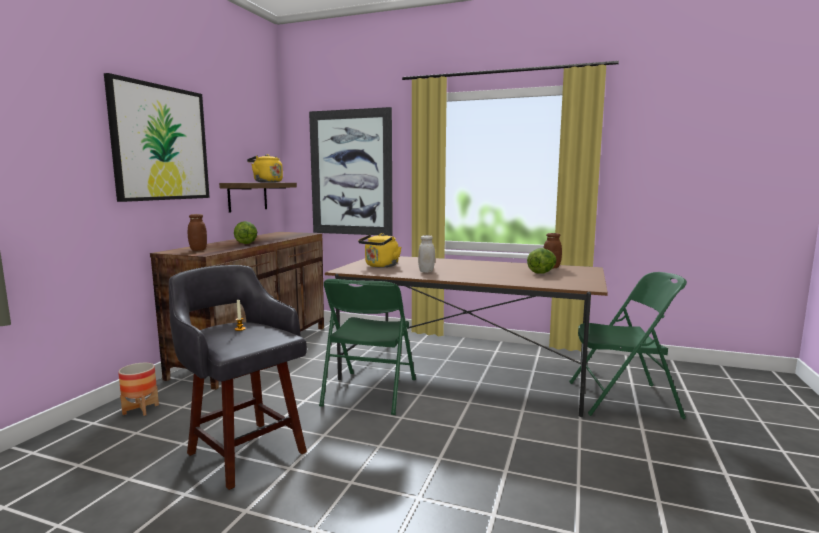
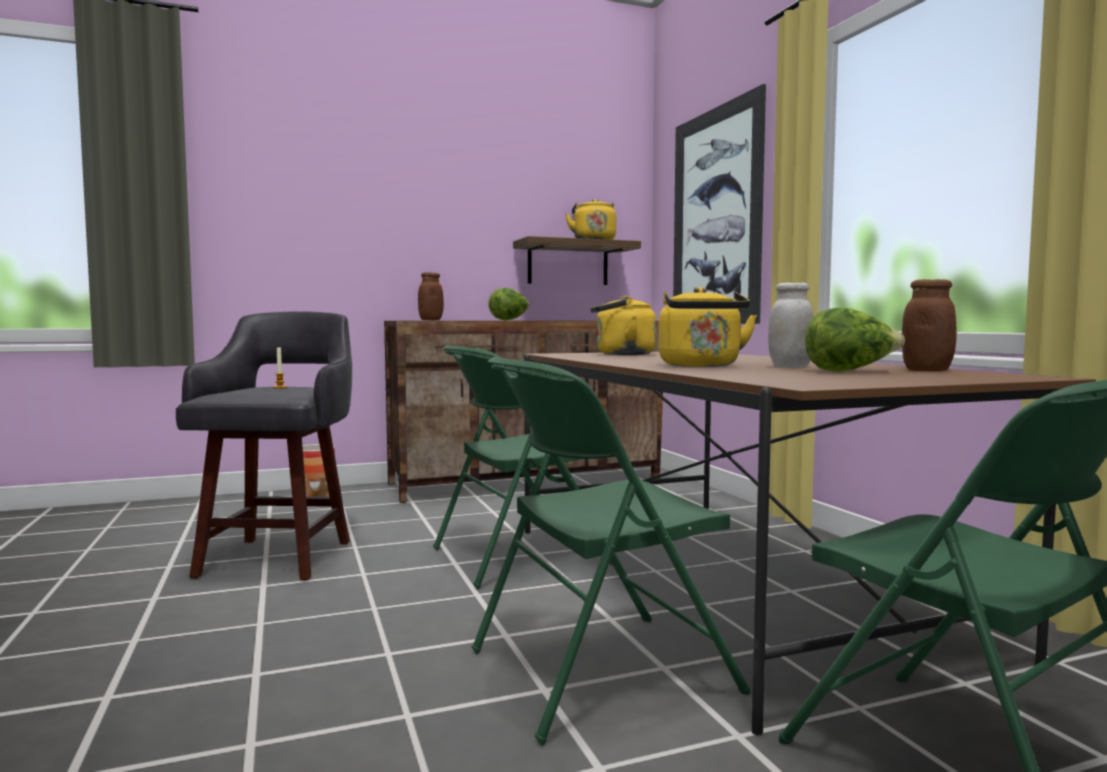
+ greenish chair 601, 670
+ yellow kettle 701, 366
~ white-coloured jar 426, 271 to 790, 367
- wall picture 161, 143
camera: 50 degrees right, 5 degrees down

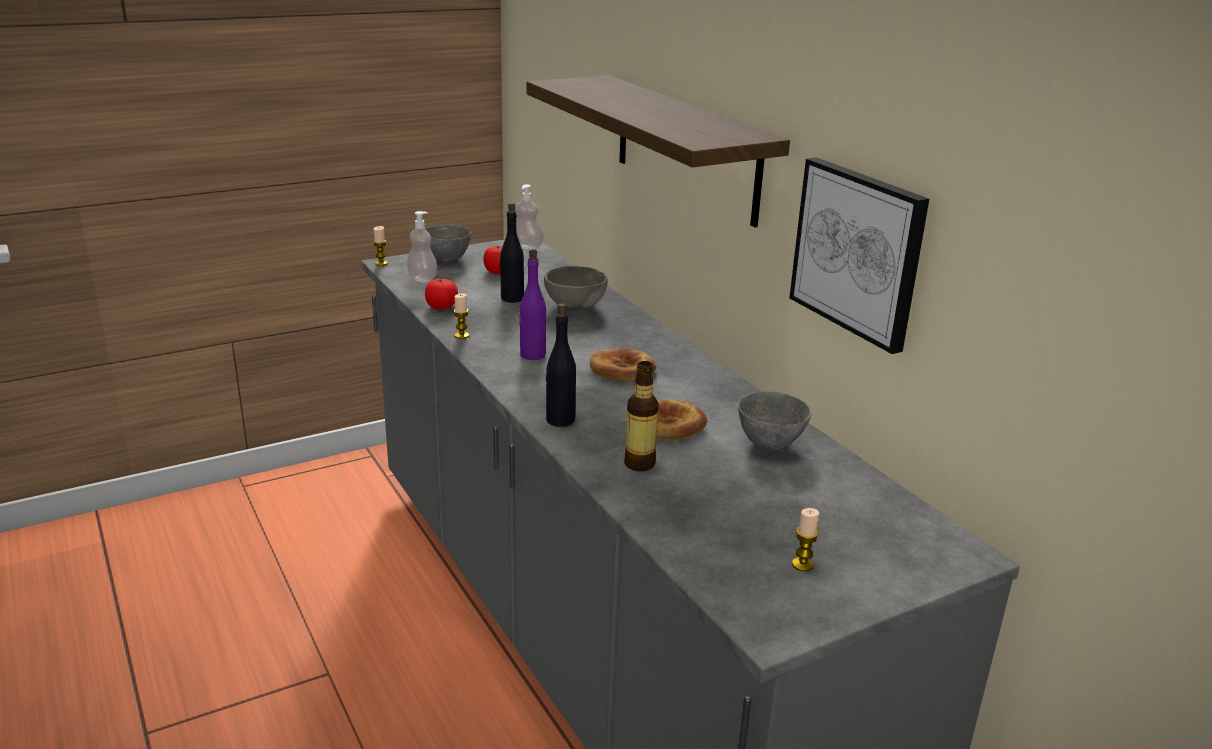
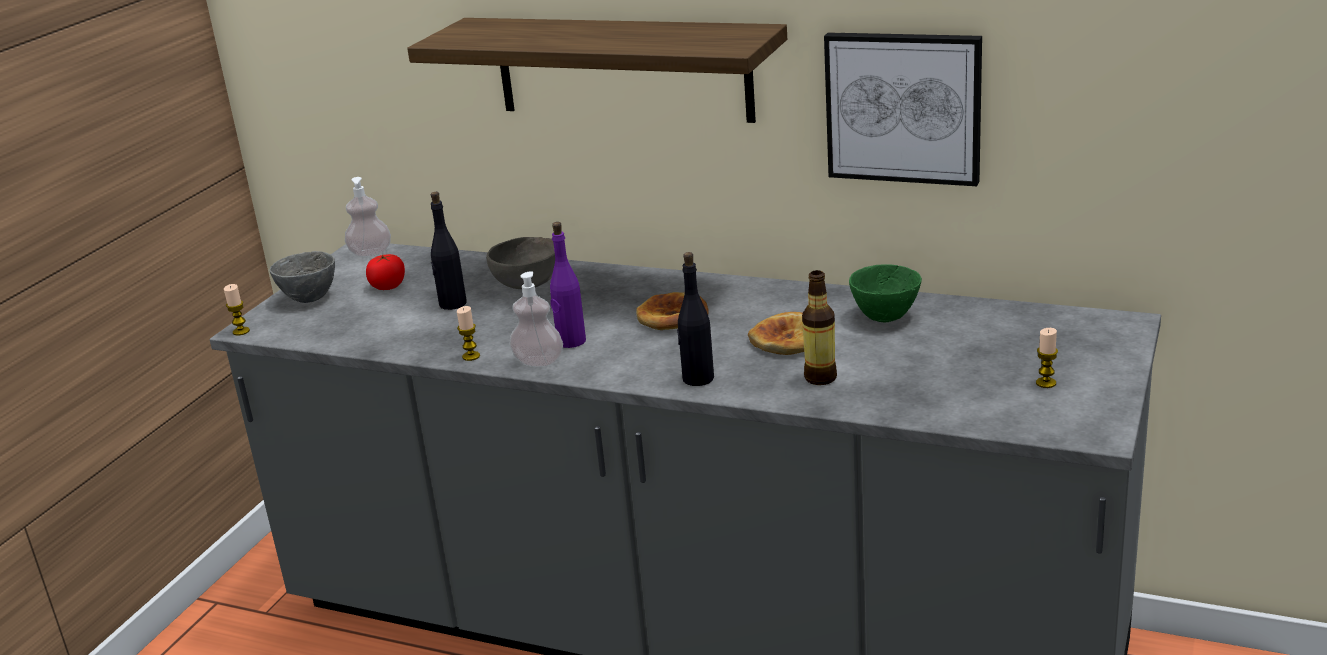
~ soap dispenser 422, 279 to 538, 362
~ gray deep dish 769, 444 to greenish deep dish 884, 316
- whole tomato 442, 307
camera: 35 degrees left, 0 degrees up

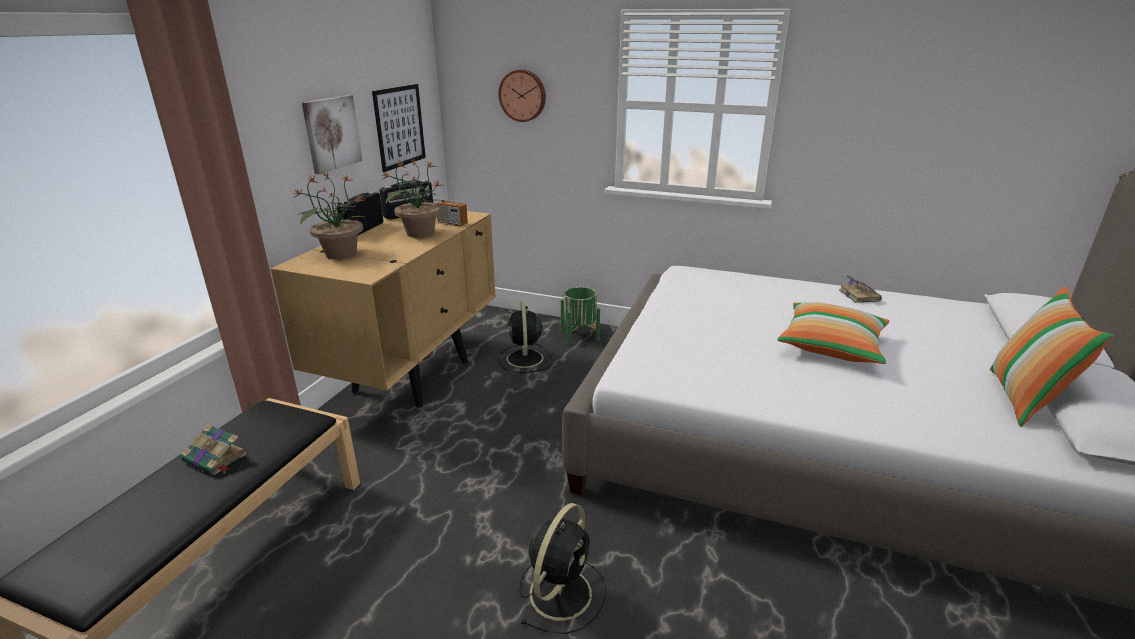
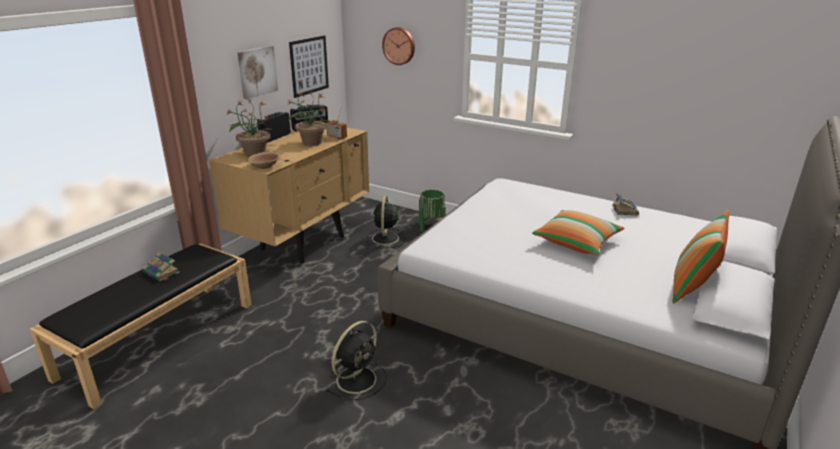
+ brownish deep dish 264, 166
camera: 10 degrees right, 0 degrees up

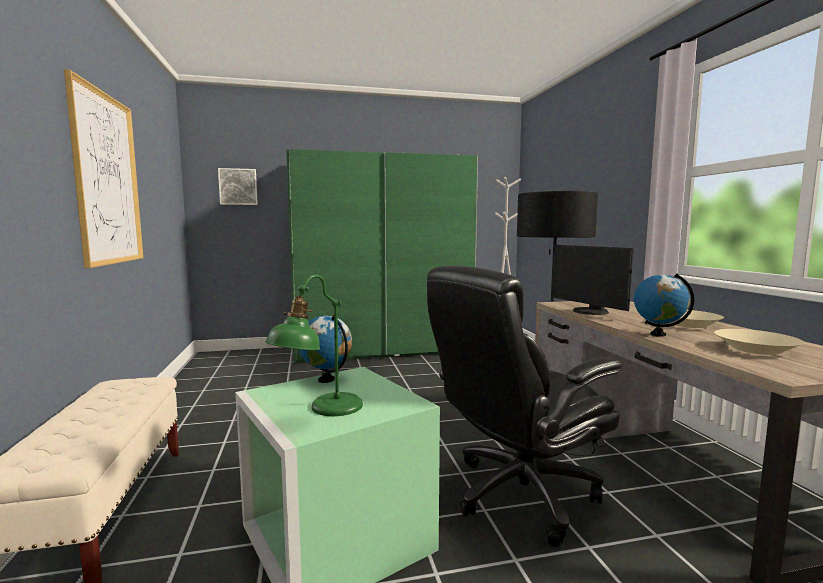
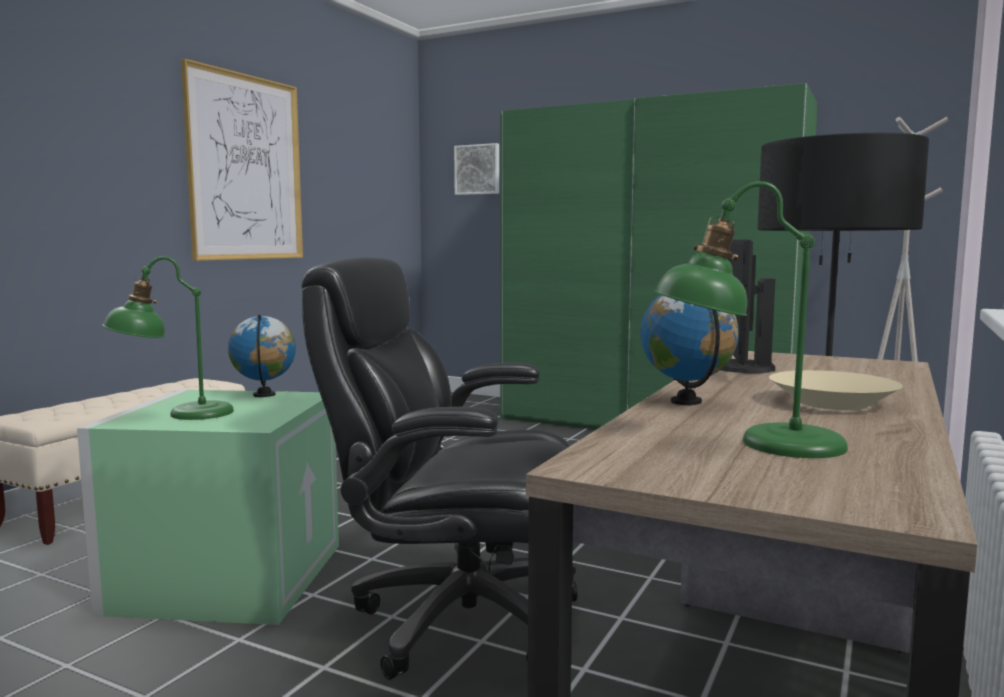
~ beige deep dish 756, 349 to greenish tabletop lamp 748, 442
camera: 40 degrees right, 0 degrees up

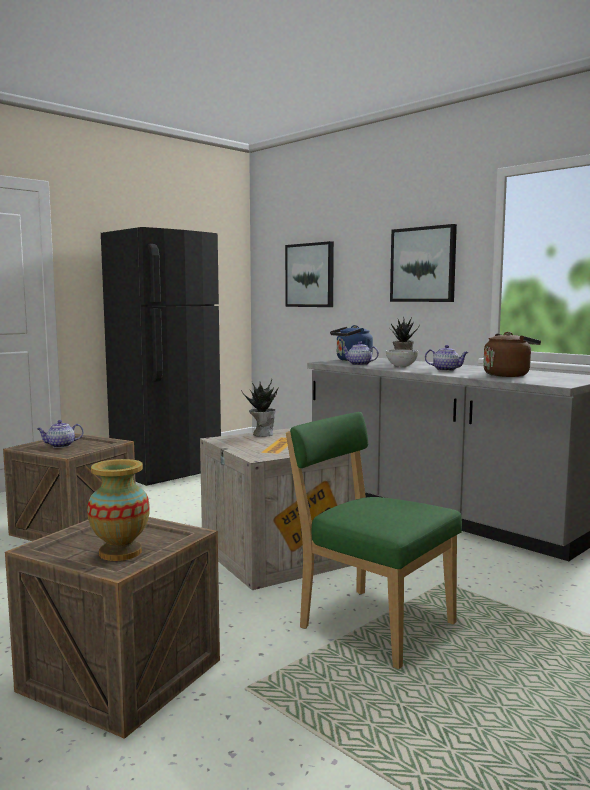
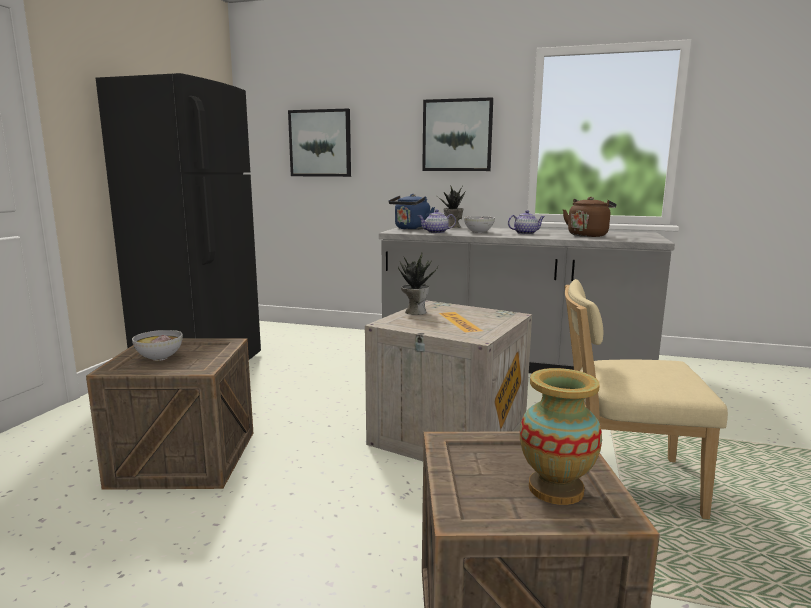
~ teapot 60, 446 to deep dish 159, 358
~ greenish chair 371, 623 to beige chair 622, 481
camera: 30 degrees left, 5 degrees up

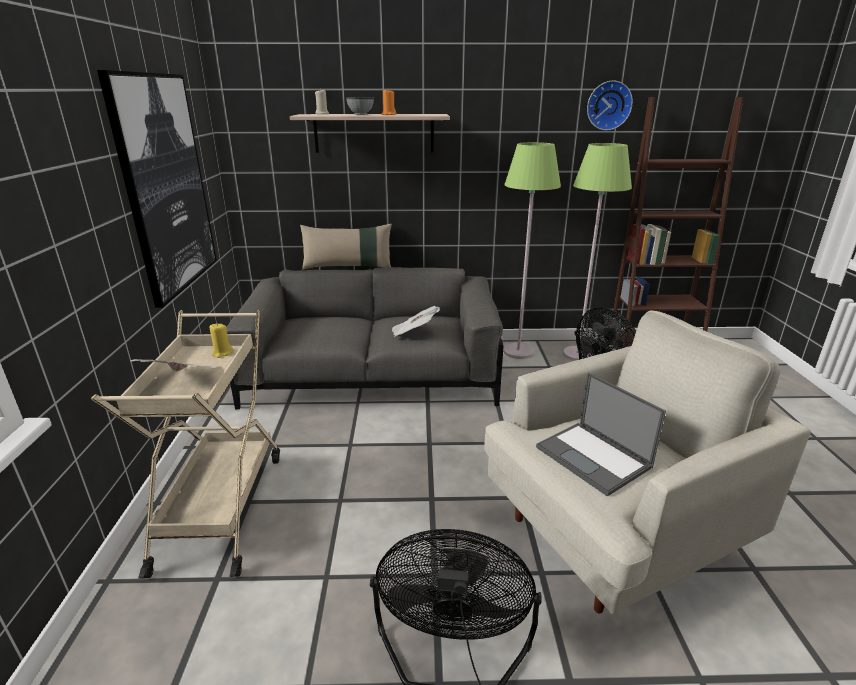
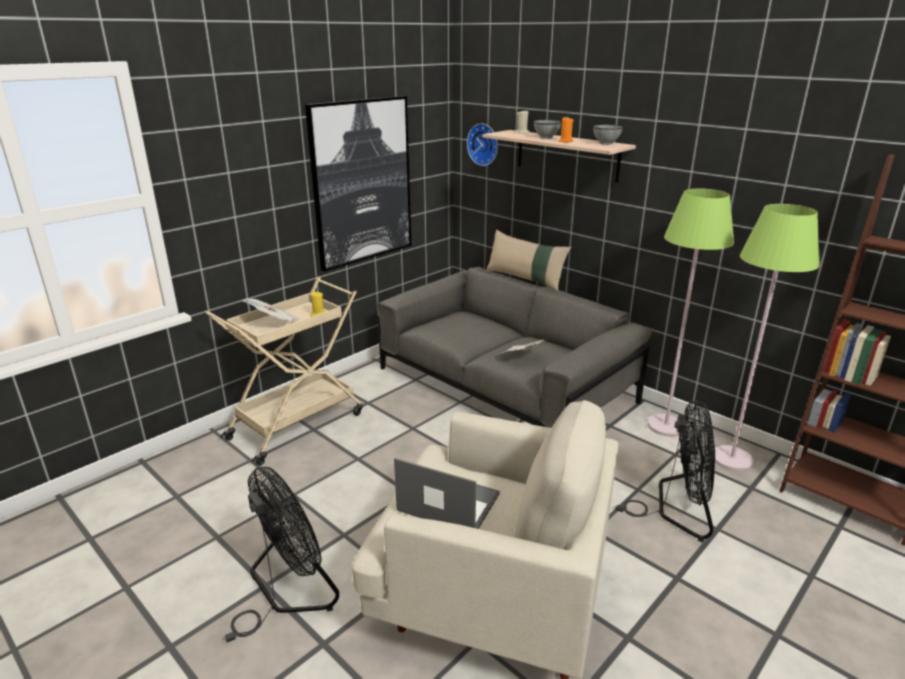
~ portable computer 594, 457 = 447, 502 105 degrees clockwise
~ hanging clock 608, 105 to 484, 144
+ gray deep dish 606, 143
camera: 45 degrees right, 0 degrees up

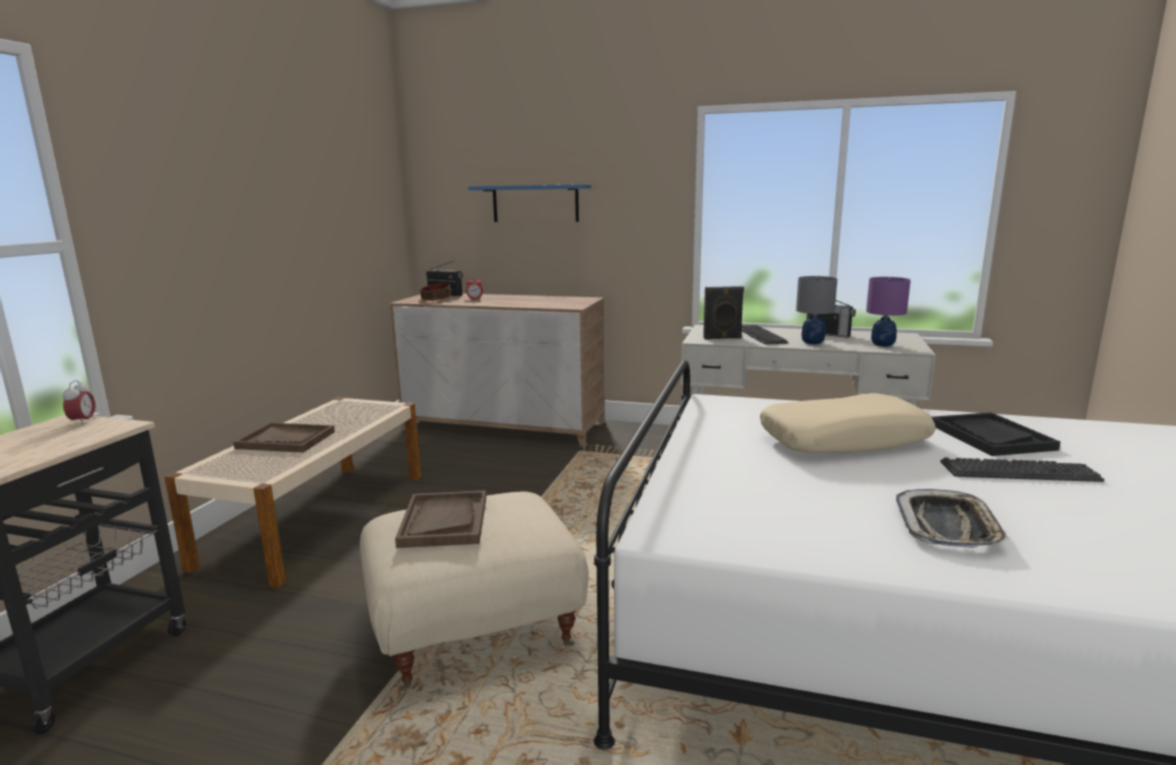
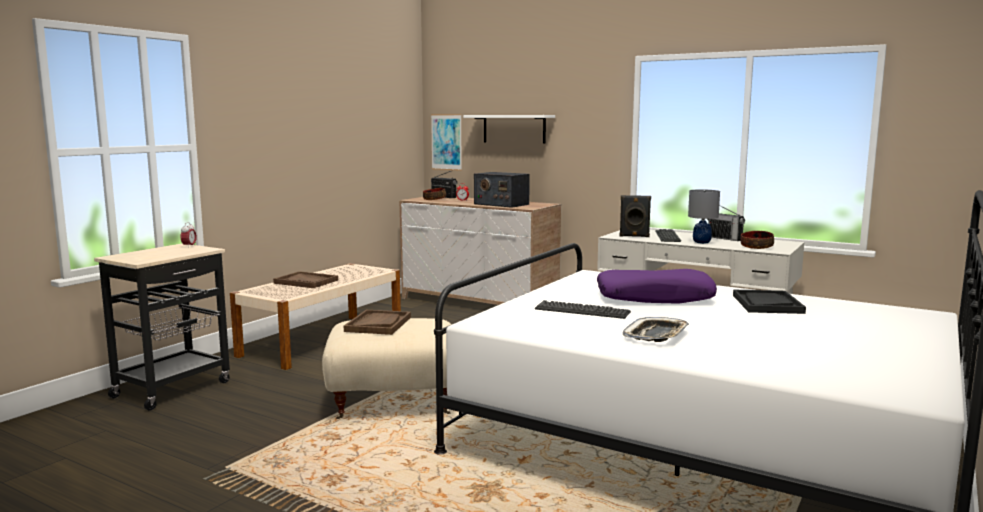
+ wall picture 446, 142
~ blue bracket shelf 535, 203 to white-coloured bracket shelf 514, 129
+ radio set 501, 204
~ computer keyboard 1018, 472 to 582, 311
~ beige throw pillow 843, 440 to purple throw pillow 654, 297
~ purple tabletop lamp 881, 345 to deep dish 756, 247
camera: 15 degrees right, 5 degrees down

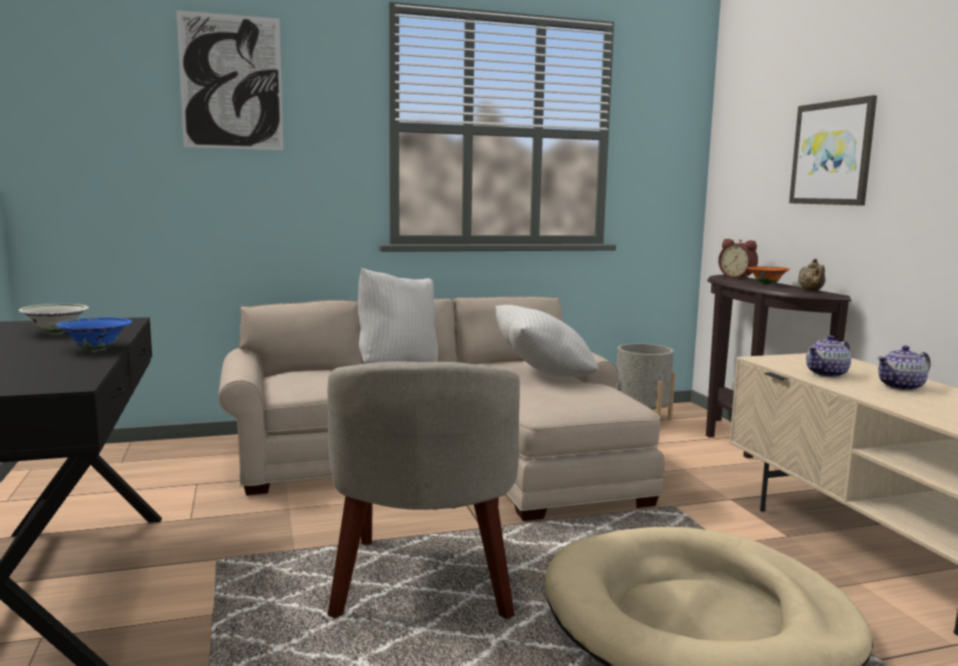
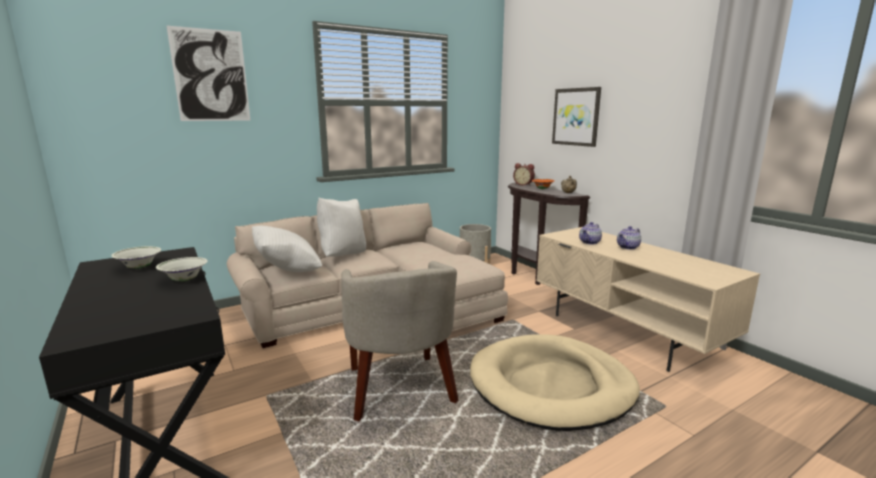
~ blue deep dish 96, 348 to white-coloured deep dish 184, 280
~ white-coloured throw pillow 542, 375 to 287, 271
camera: 15 degrees left, 5 degrees up

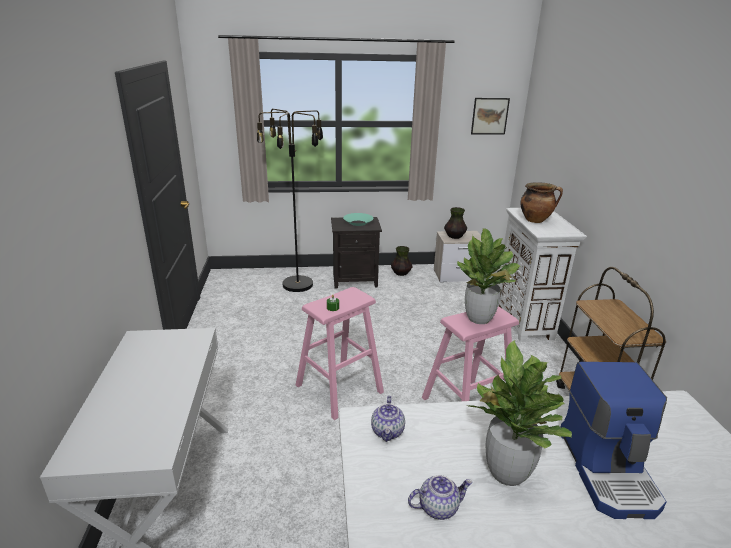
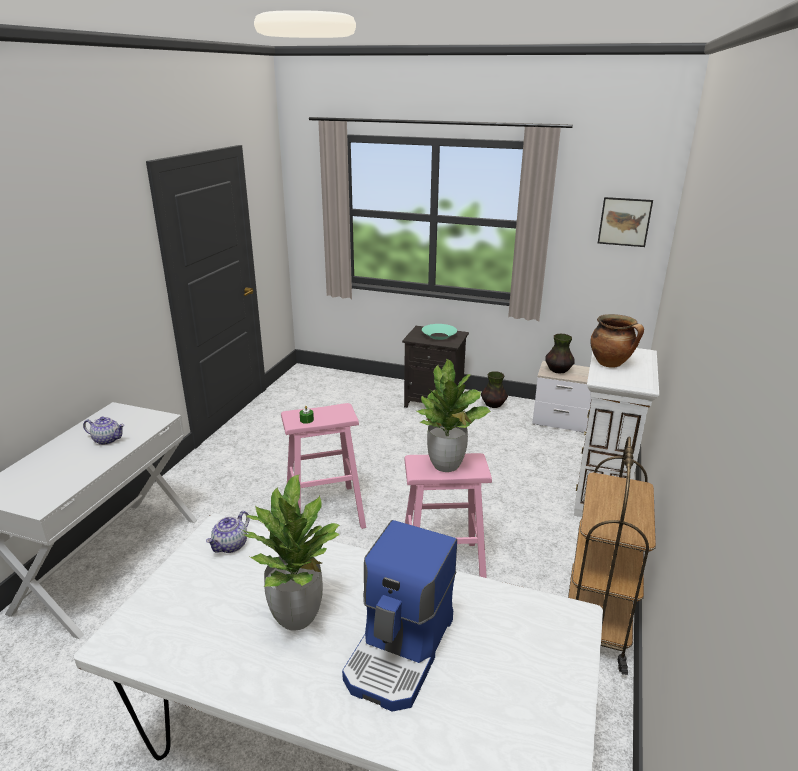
~ teapot 438, 507 to 107, 440
- standard lamp 297, 285
camera: 25 degrees right, 0 degrees up

